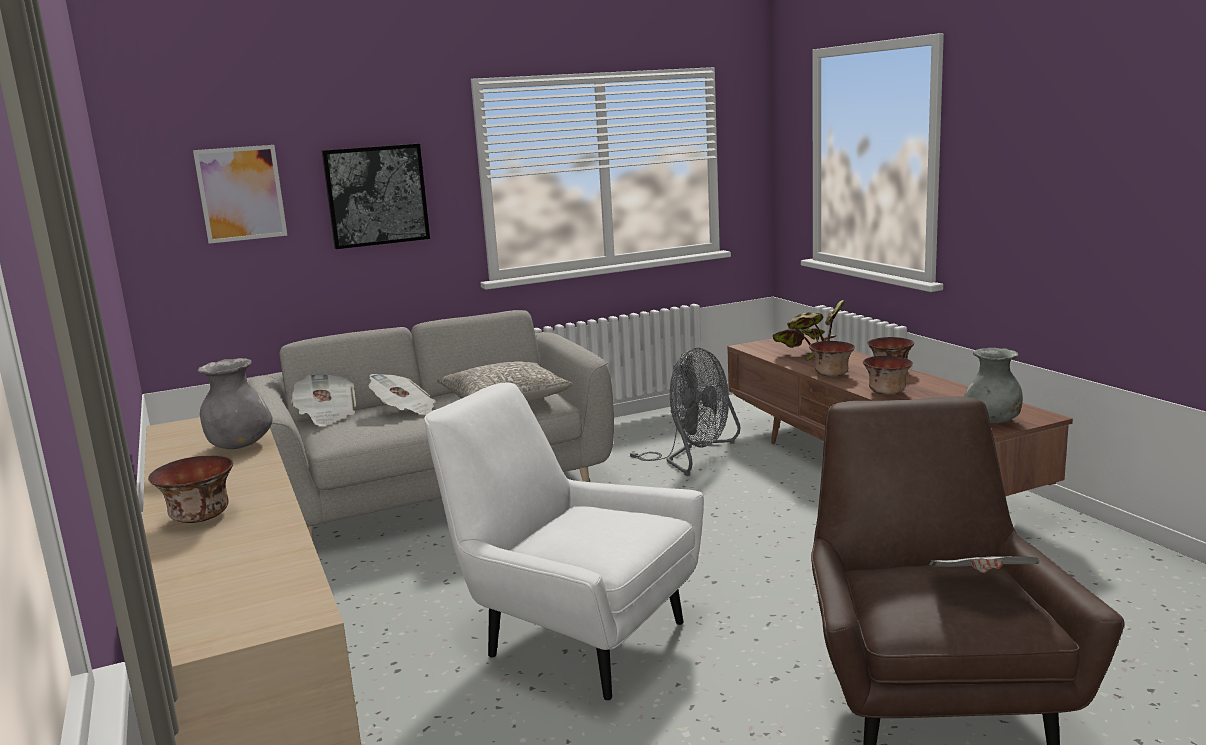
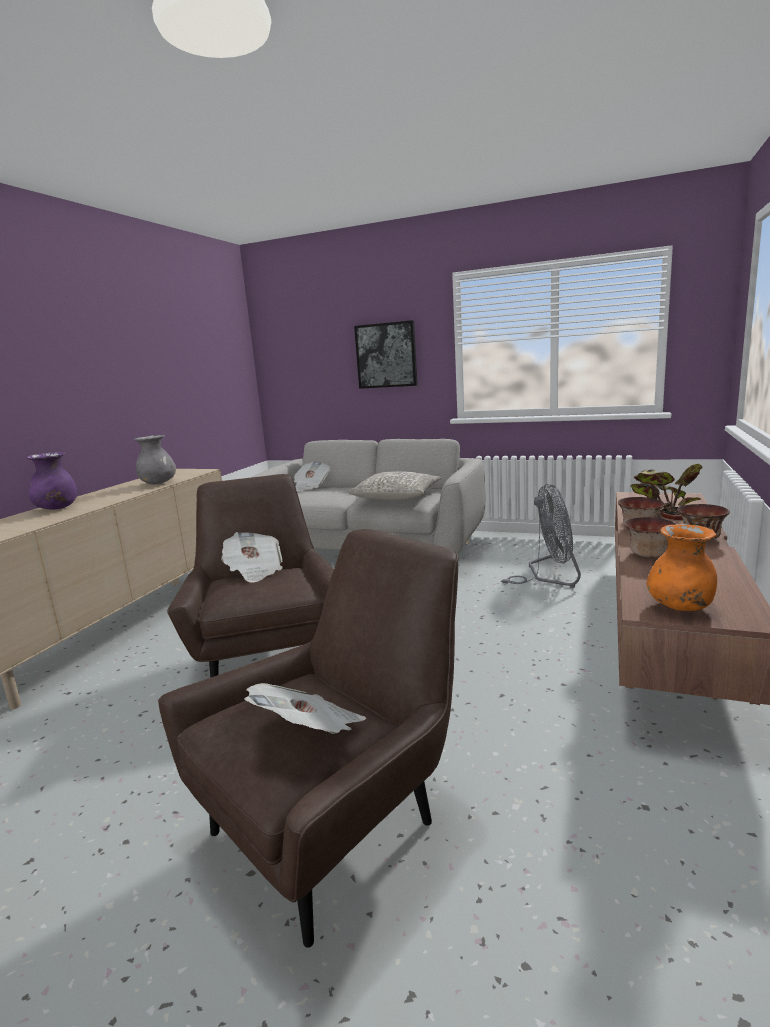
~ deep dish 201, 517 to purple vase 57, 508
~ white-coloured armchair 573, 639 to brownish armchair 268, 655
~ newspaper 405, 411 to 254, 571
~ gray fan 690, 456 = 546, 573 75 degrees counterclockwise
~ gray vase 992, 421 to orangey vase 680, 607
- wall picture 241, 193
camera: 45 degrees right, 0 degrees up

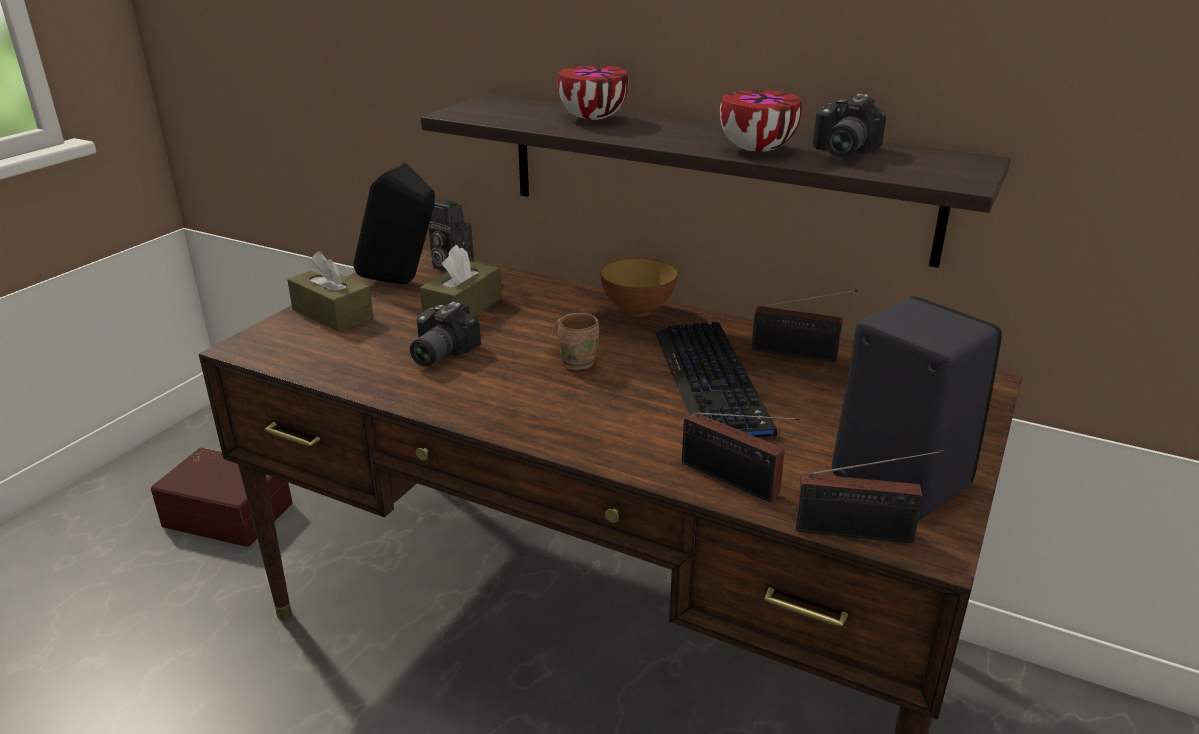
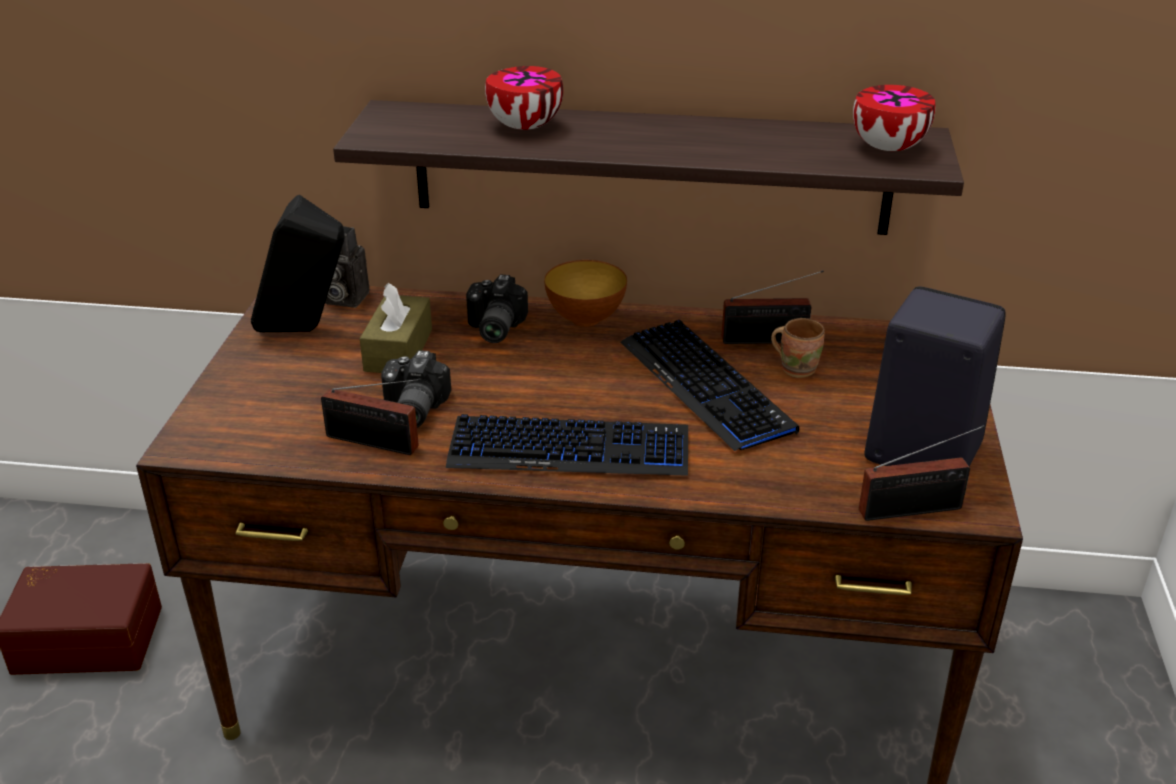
~ radio set 734, 481 to 377, 443
+ computer keyboard 569, 450
~ still camera 839, 151 to 492, 328
~ brownish coffee mug 577, 361 to 797, 368
~ deep dish 754, 150 to 886, 147
- brownish tissue holder 332, 314
camera: 20 degrees left, 5 degrees up

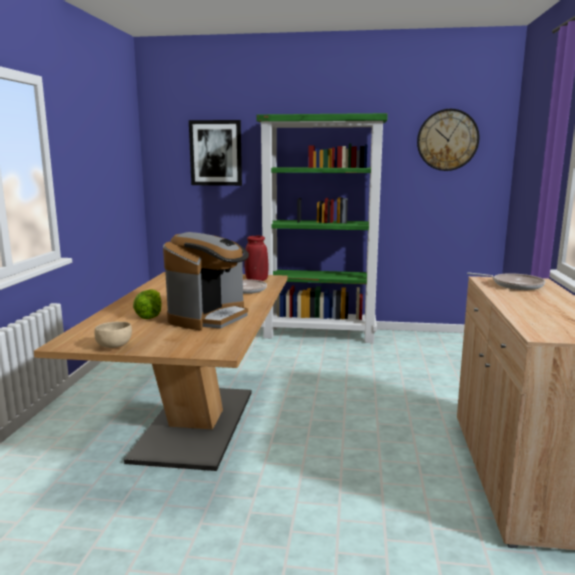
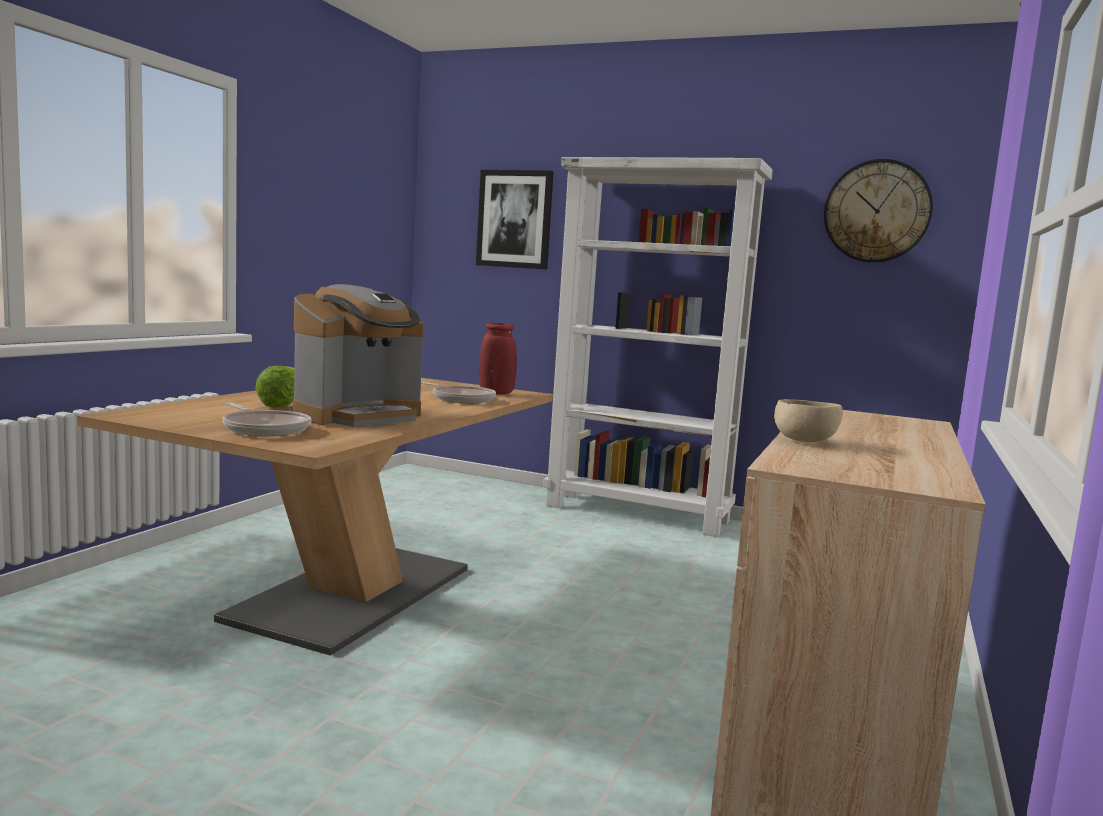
~ skillet 514, 285 to 265, 429
~ greenish bookshelf 320, 334 to white-coloured bookshelf 638, 513
~ beige deep dish 114, 346 to 804, 441
camera: 15 degrees right, 5 degrees down

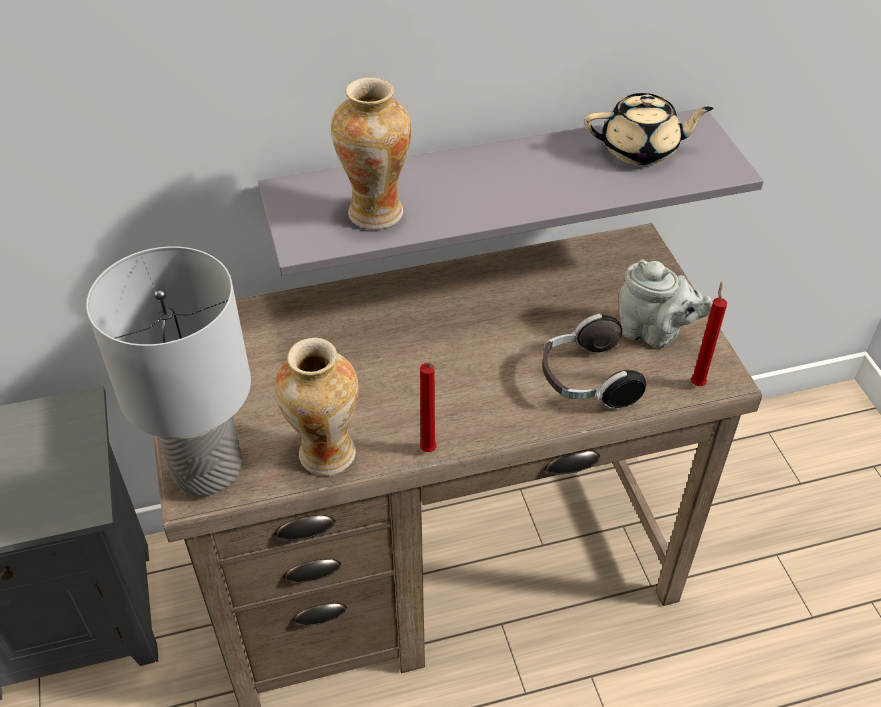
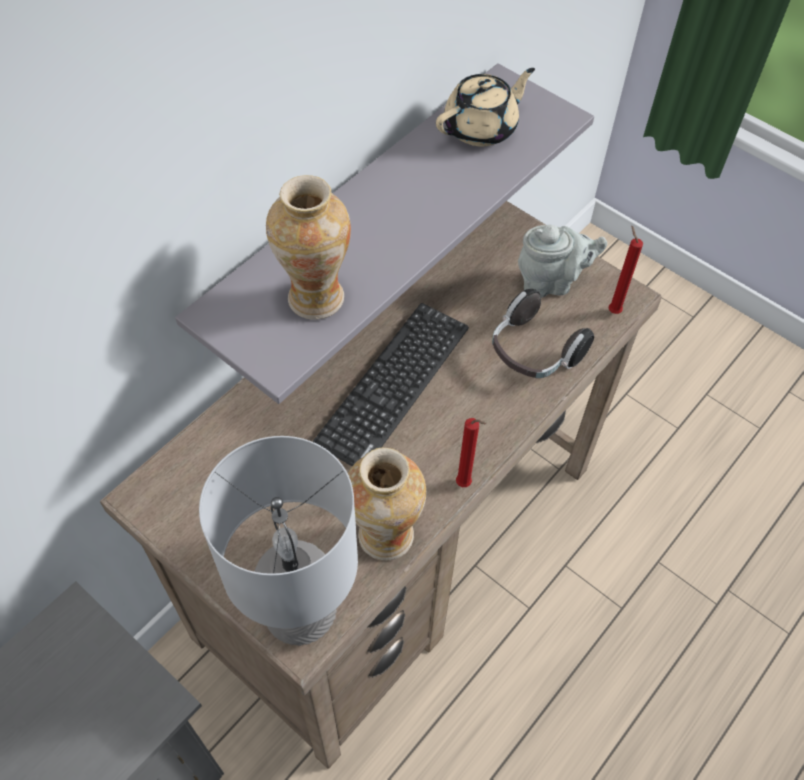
+ computer keyboard 393, 384
camera: 35 degrees left, 10 degrees up

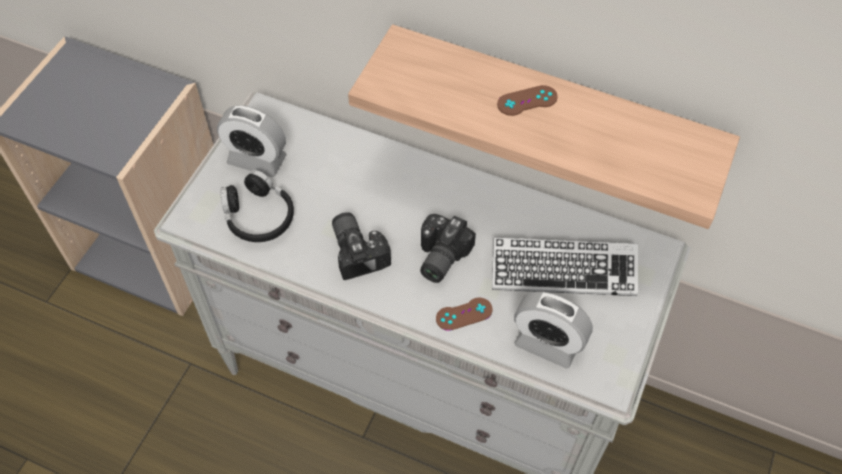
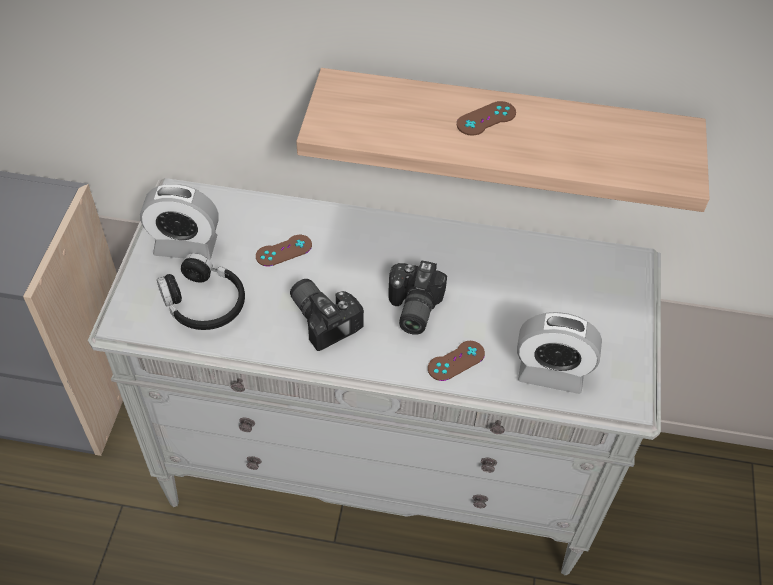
+ brownish gamepad 284, 251
- computer keyboard 563, 271
camera: 15 degrees left, 5 degrees down

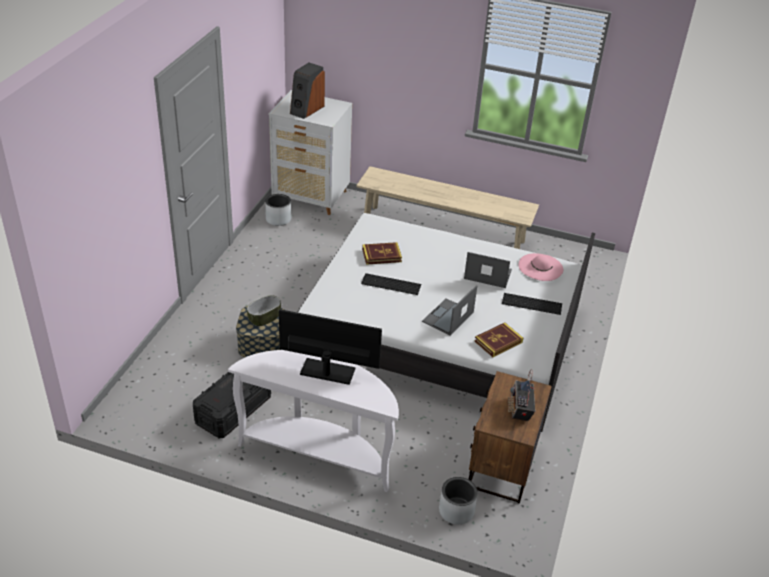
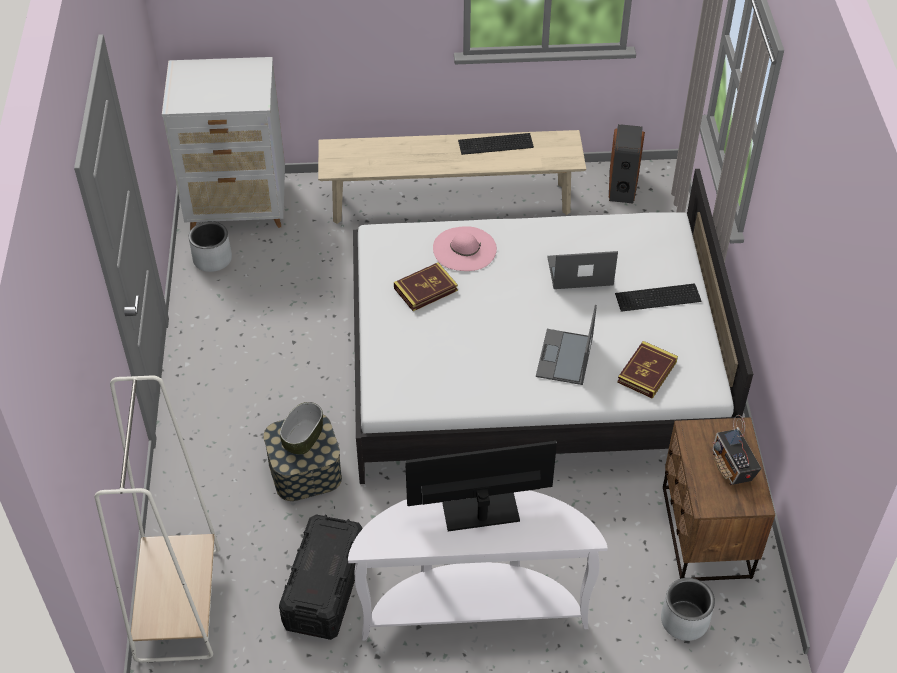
+ garment rack 179, 606
~ pinkish wearable hat 540, 267 to 464, 249
~ computer keyboard 391, 285 to 496, 145
~ audio speaker 306, 109 to 623, 185
camera: 20 degrees left, 10 degrees up

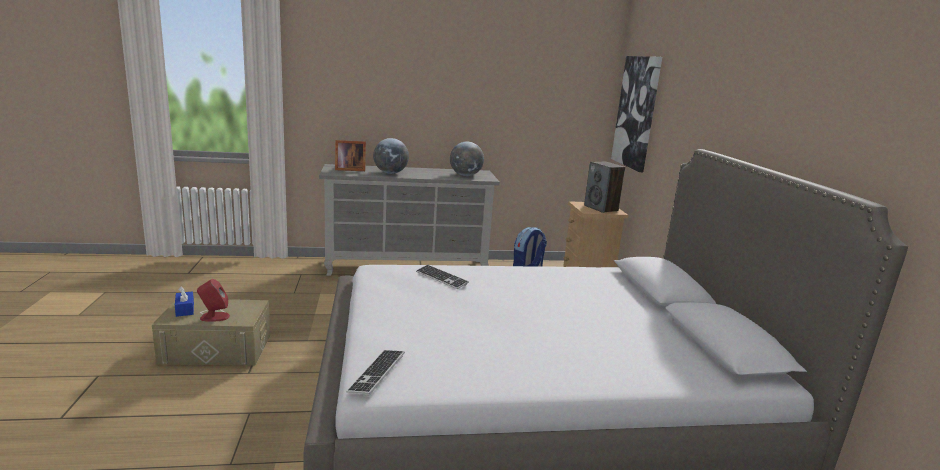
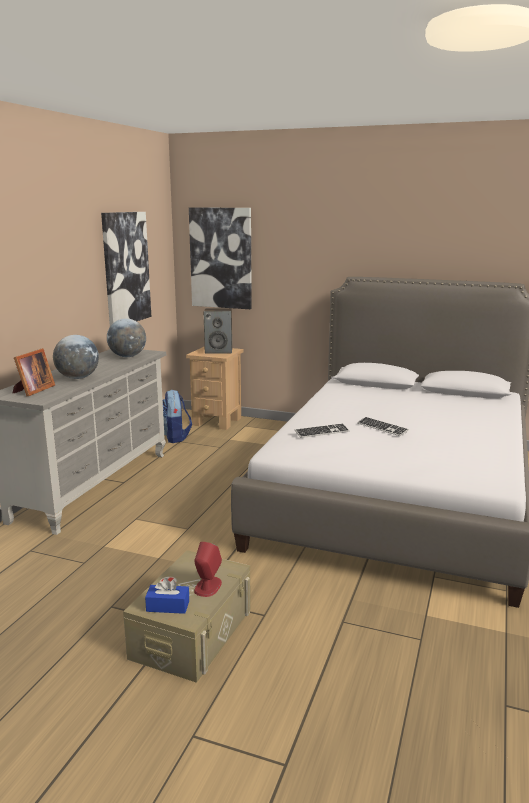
+ wall picture 126, 268
~ computer keyboard 377, 373 to 382, 428
camera: 60 degrees left, 0 degrees up

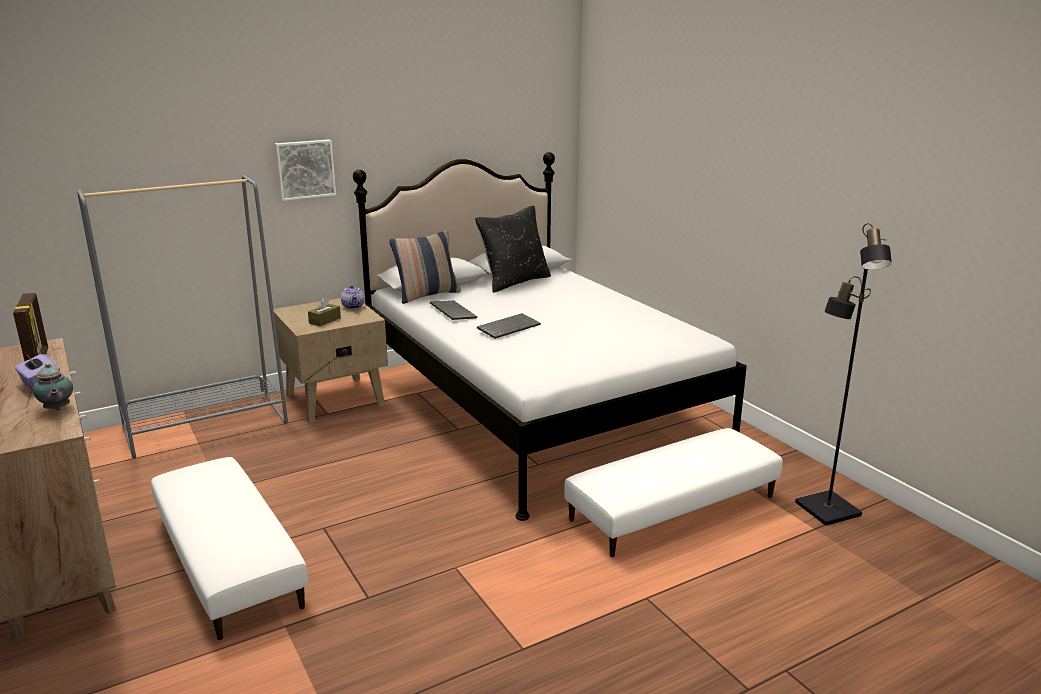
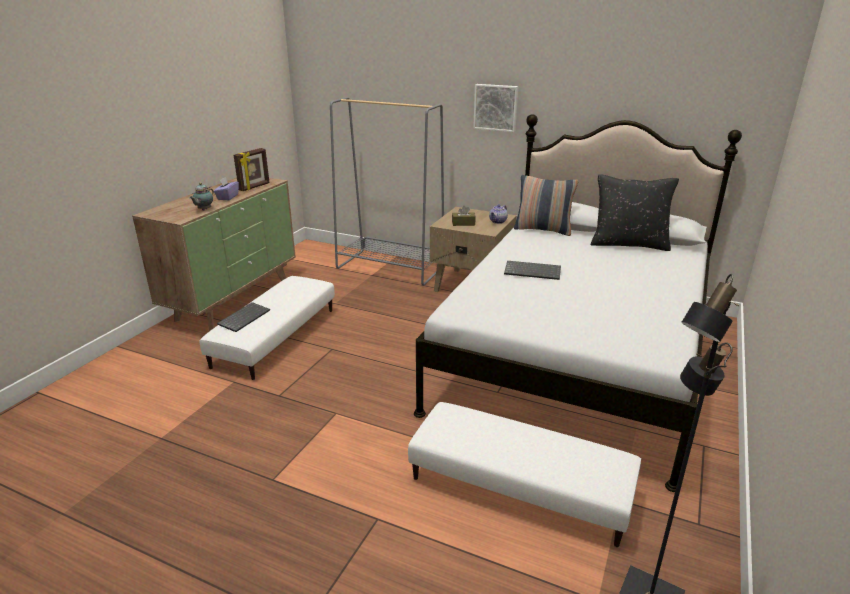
~ computer keyboard 451, 311 to 244, 317
camera: 55 degrees right, 5 degrees up

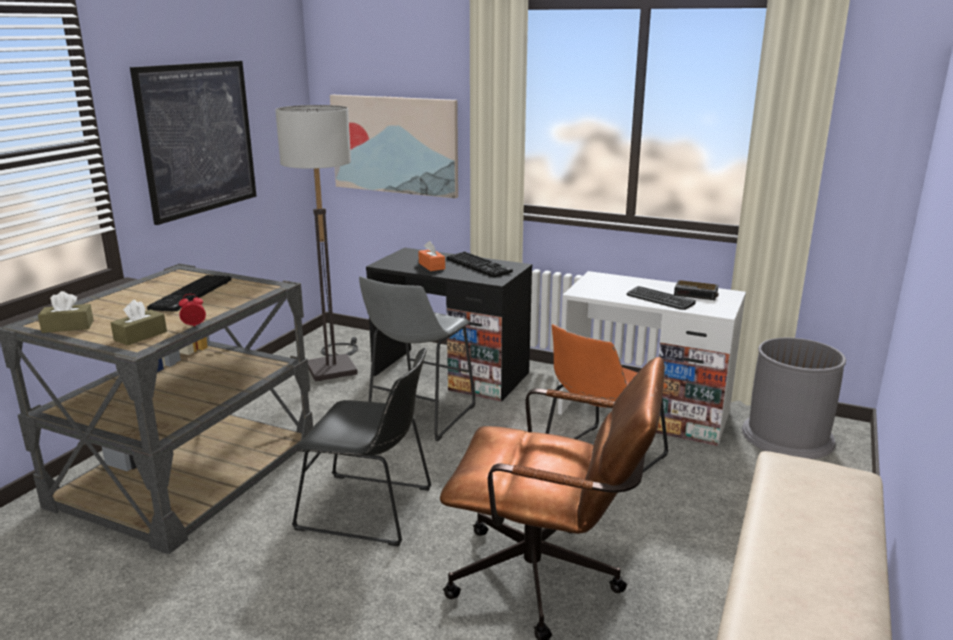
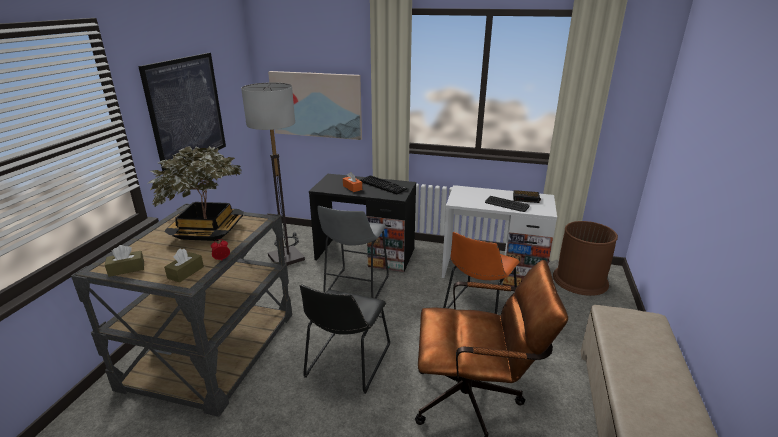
~ computer keyboard 192, 295 to potted plant 208, 231
~ black chair 371, 510 = 346, 363 105 degrees clockwise
~ gray waste bin 787, 436 to brownish waste bin 580, 280
camera: 10 degrees left, 5 degrees up

